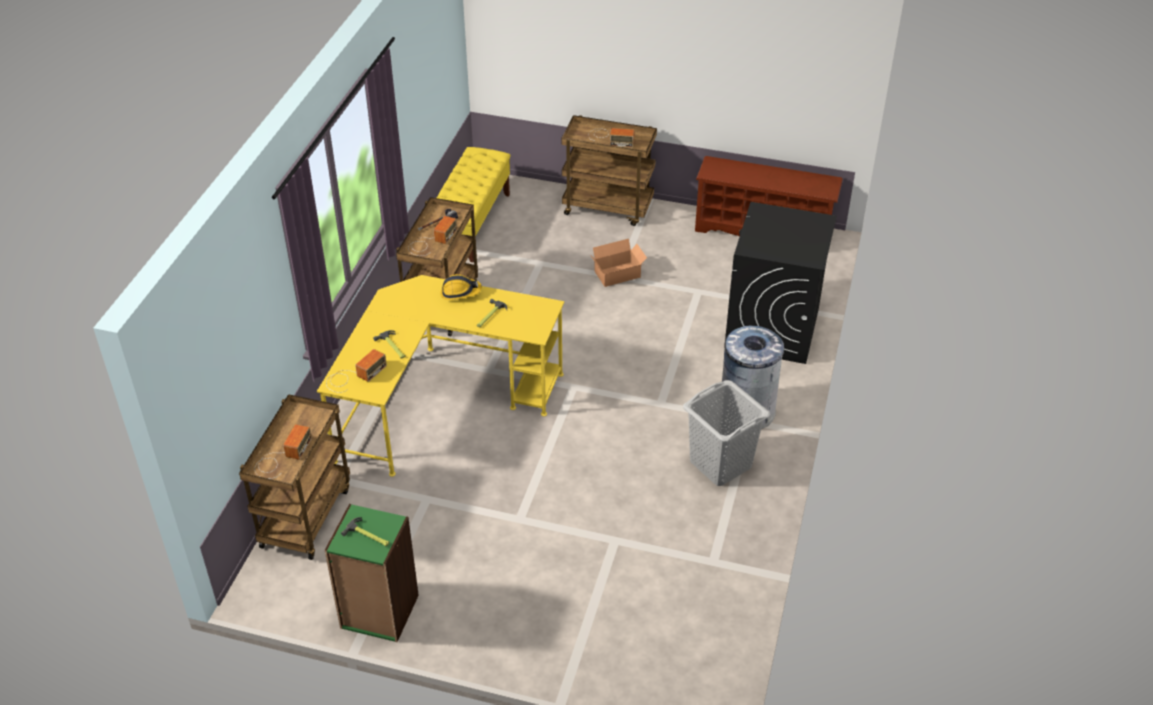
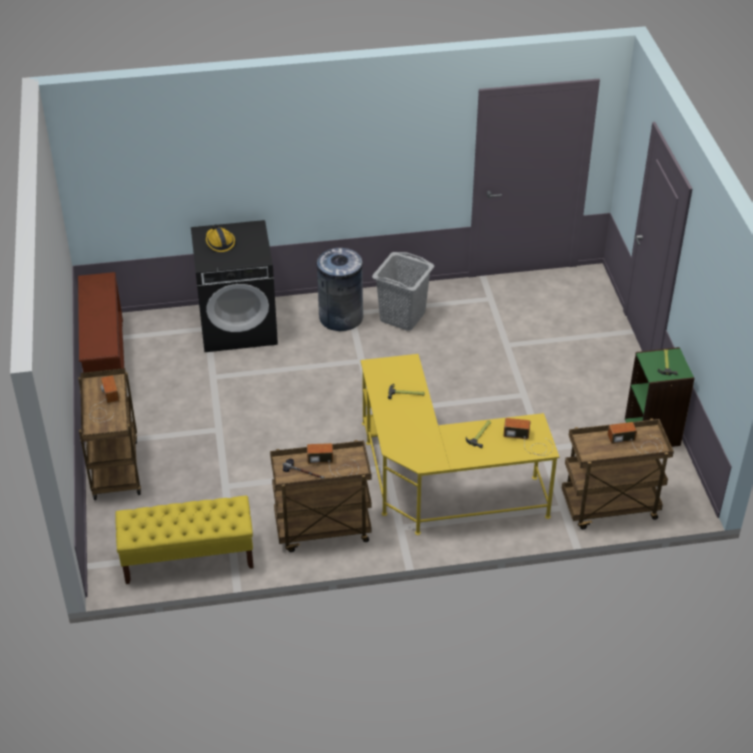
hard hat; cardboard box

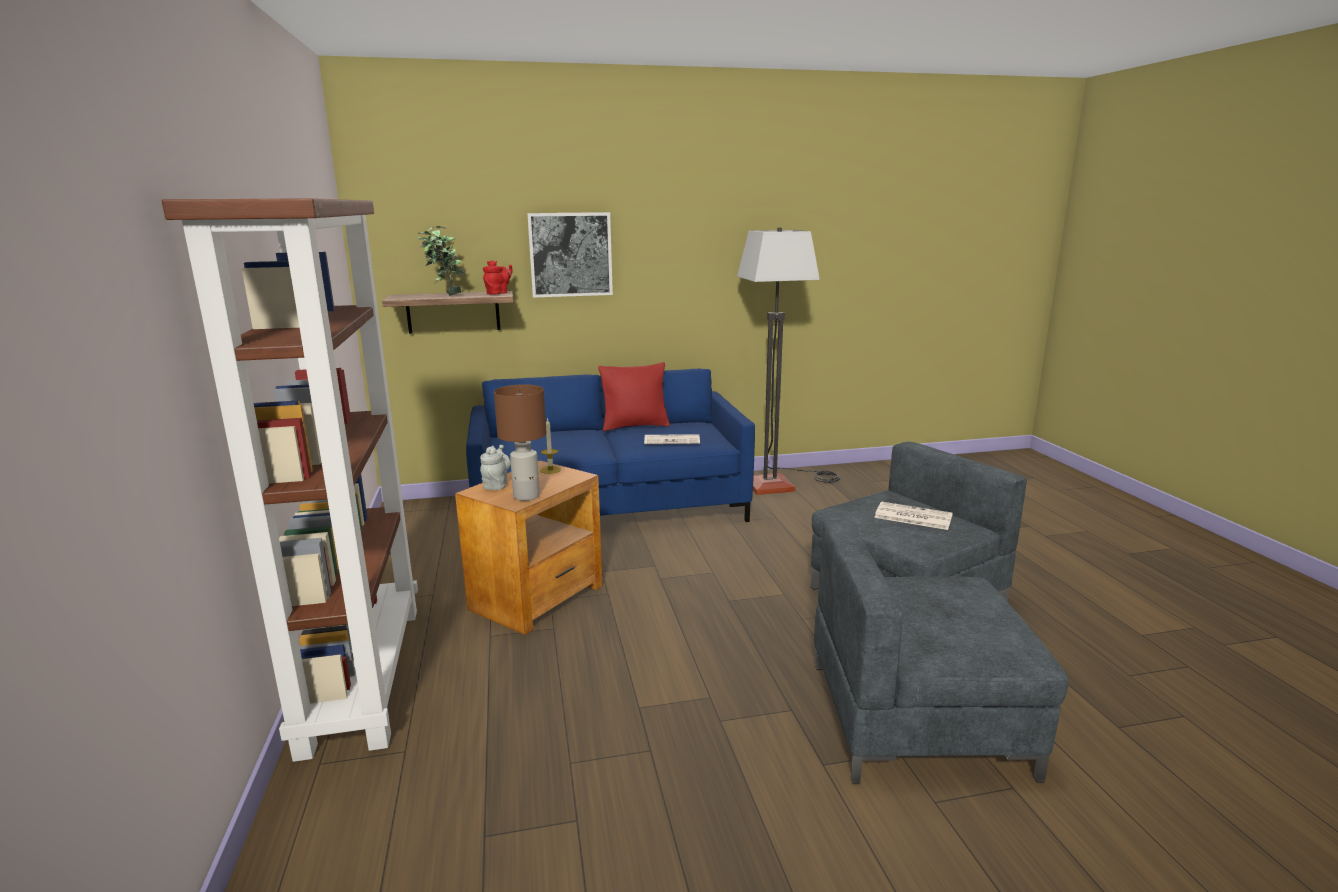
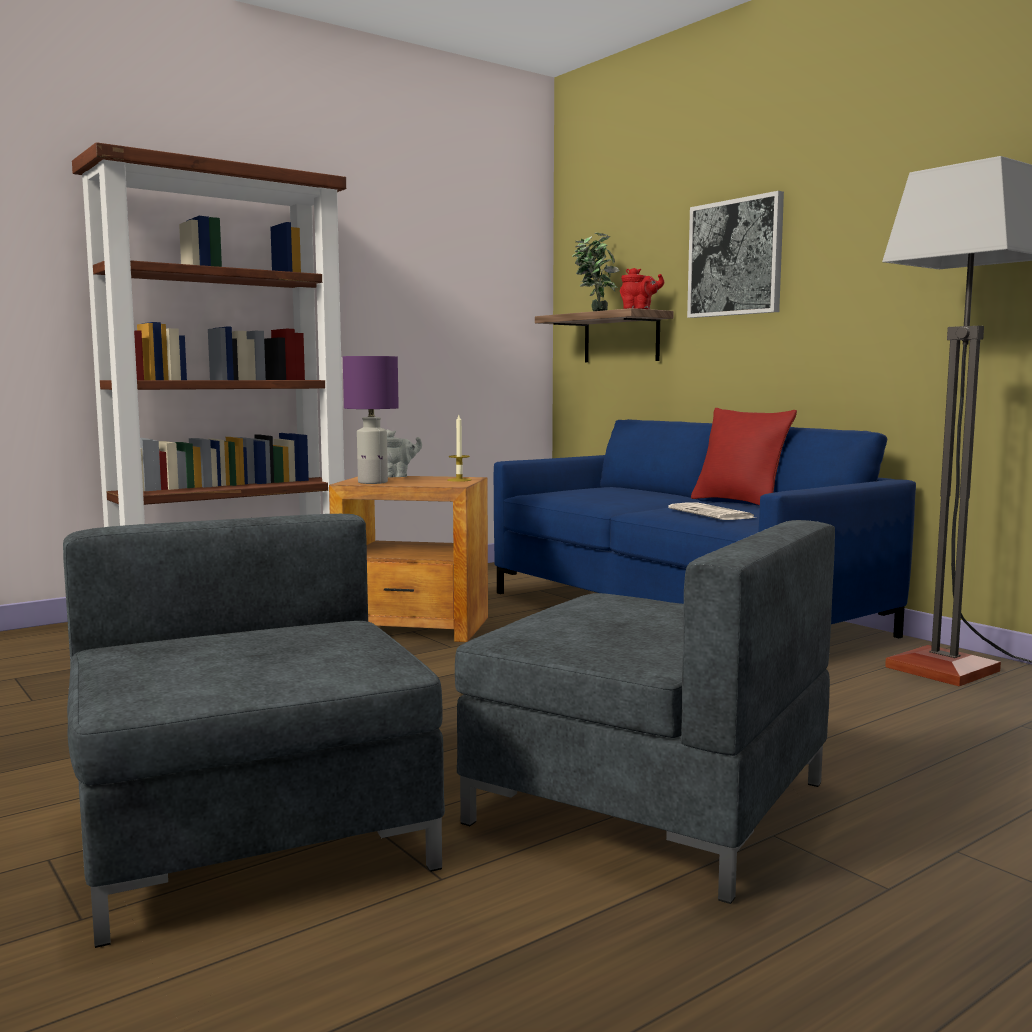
table lamp/purple; newspaper (2nd from left in the first image)

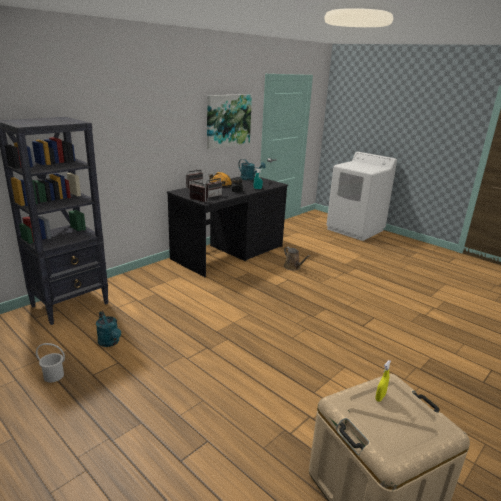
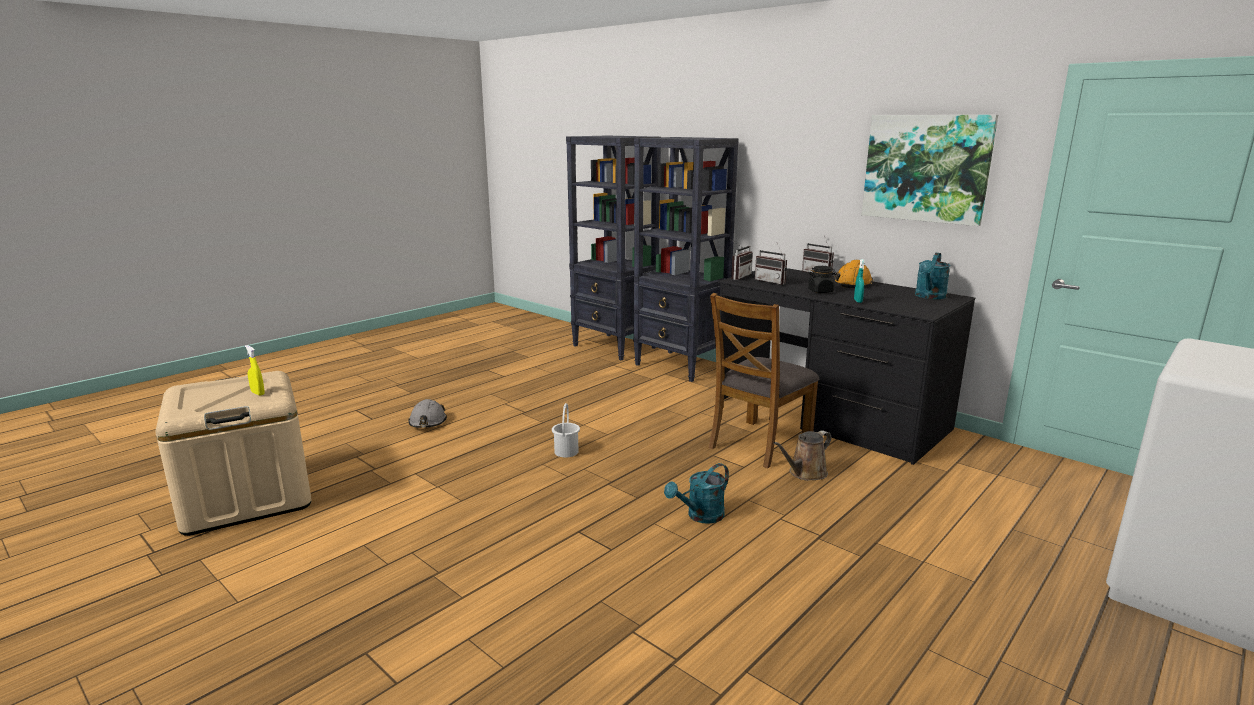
bucket/white; watering can/turquoise (1st from left); hard hat/grey; bookcase/black (2nd from left); chair/brown

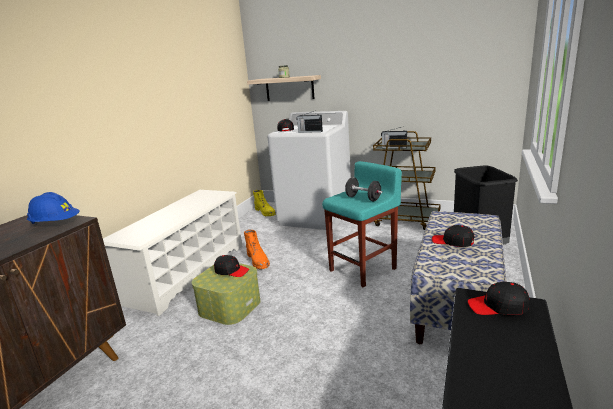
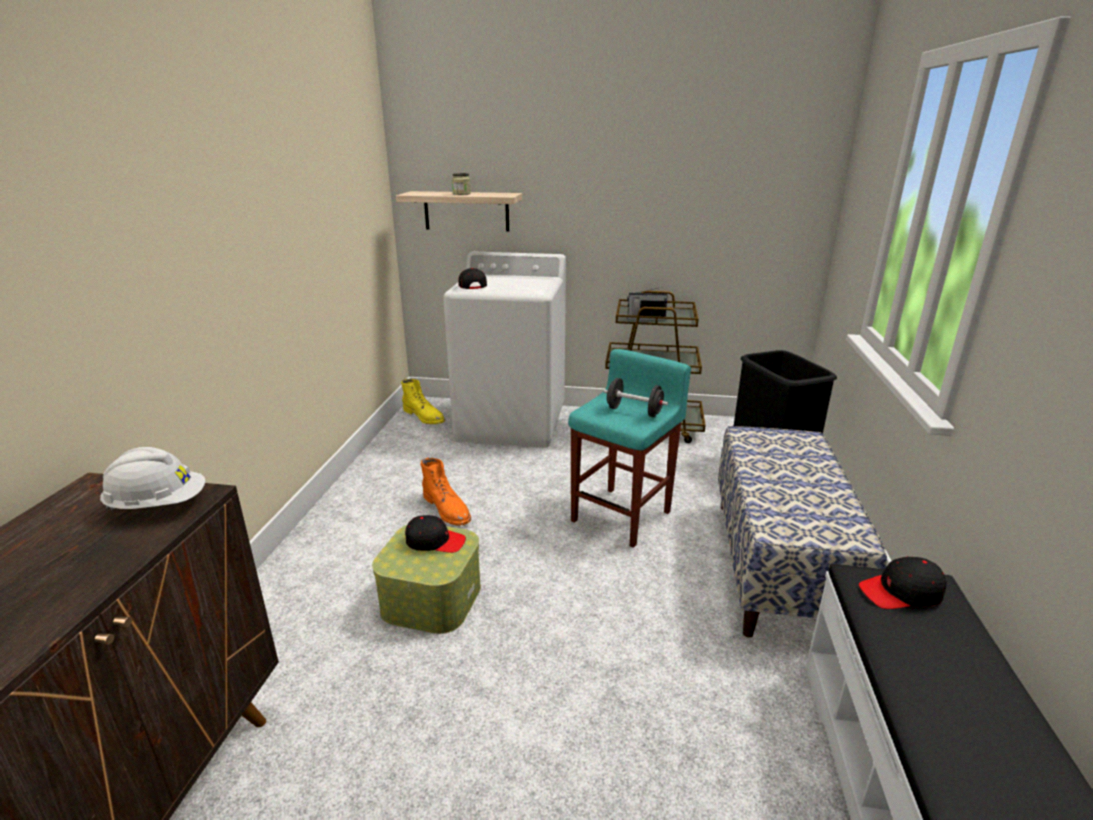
hard hat/white; shoe rack/white; radio (1st from left in the first image); cap/black (3rd from left in the first image)

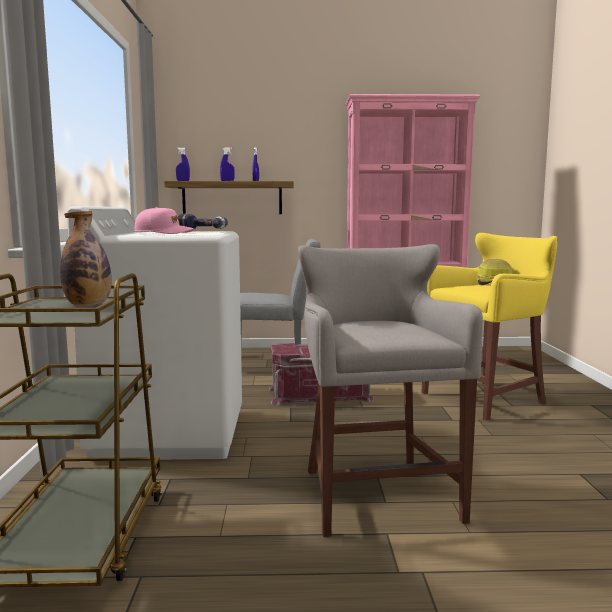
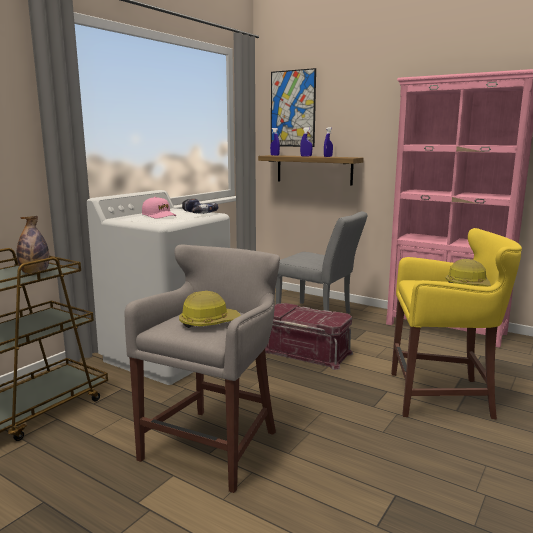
hard hat (1st from left); picture

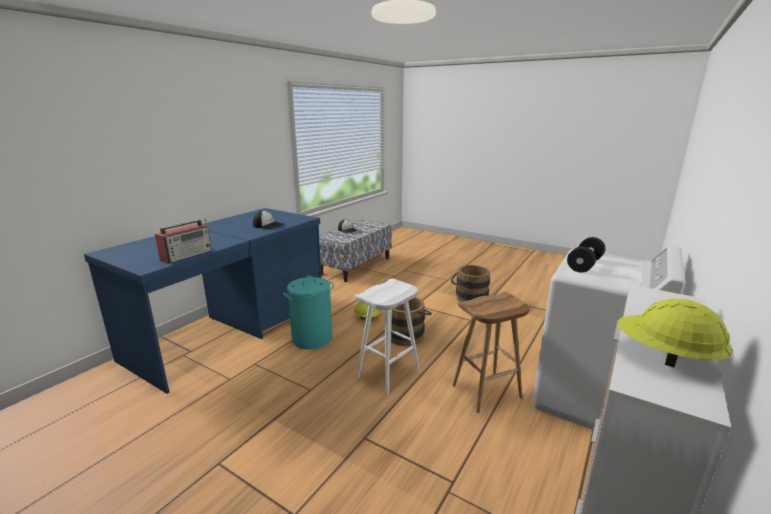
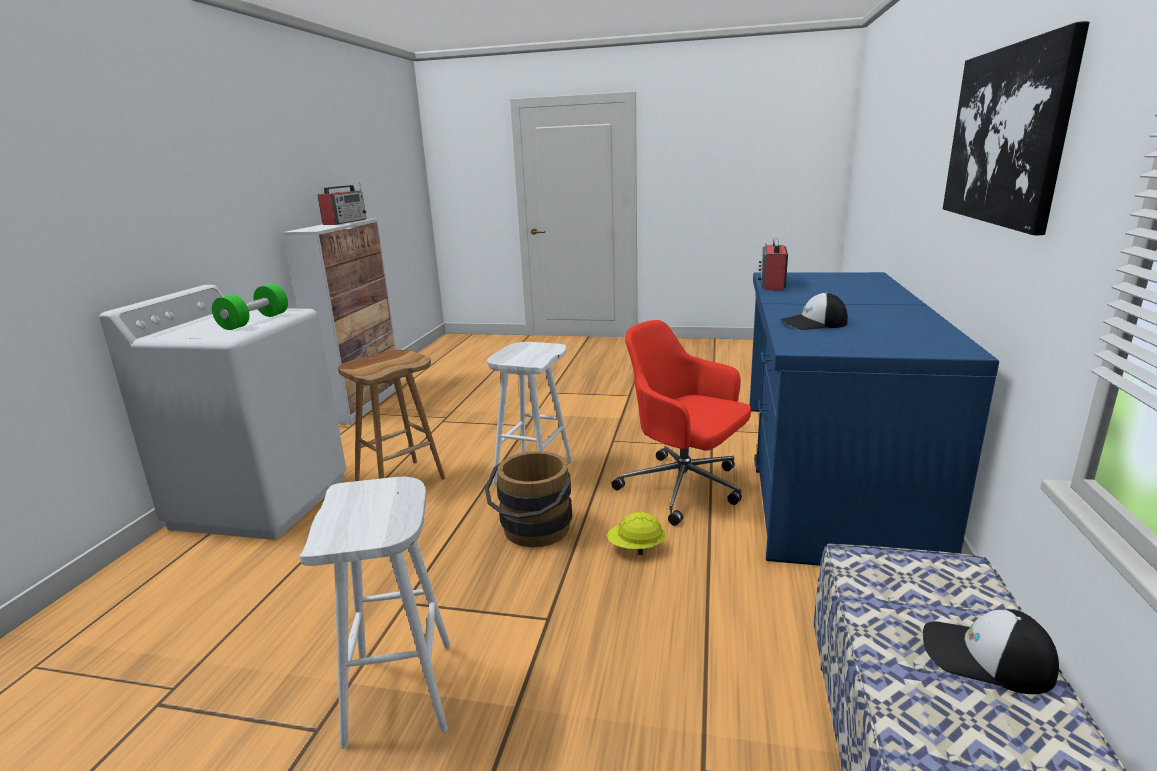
office chair/red; stool/white (1st from left); dumbbell/green; radio (1st from left); picture

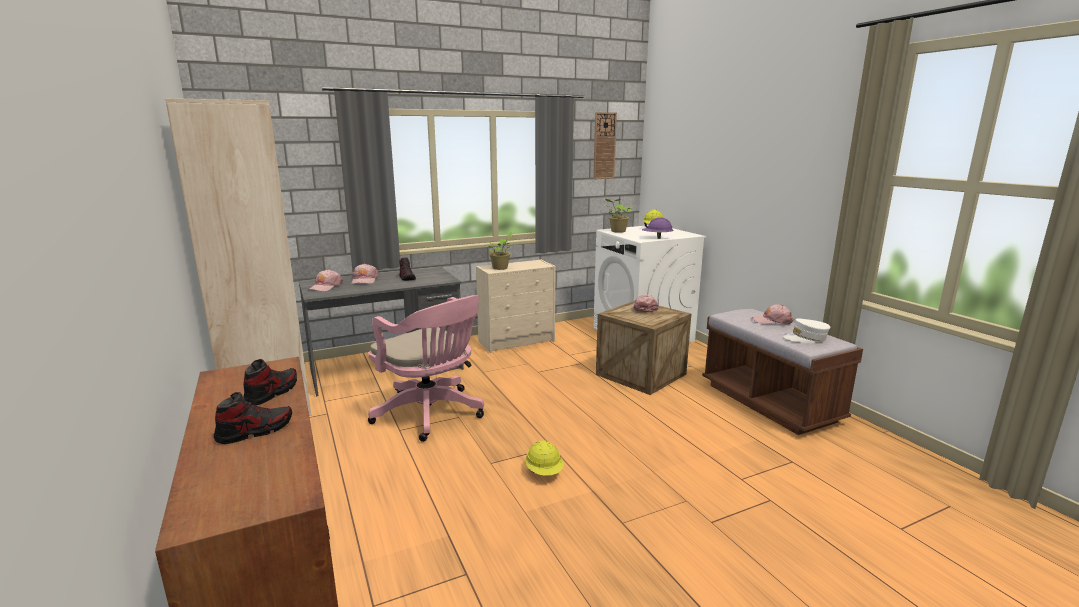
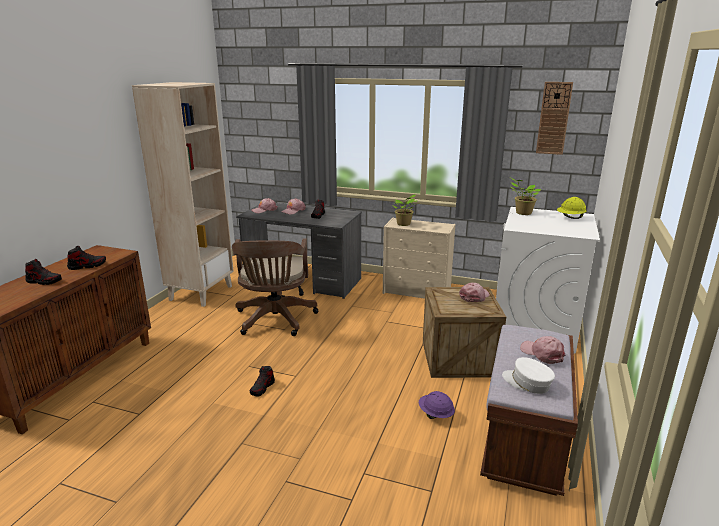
office chair/brown; shoe (3rd from left); hard hat/purple

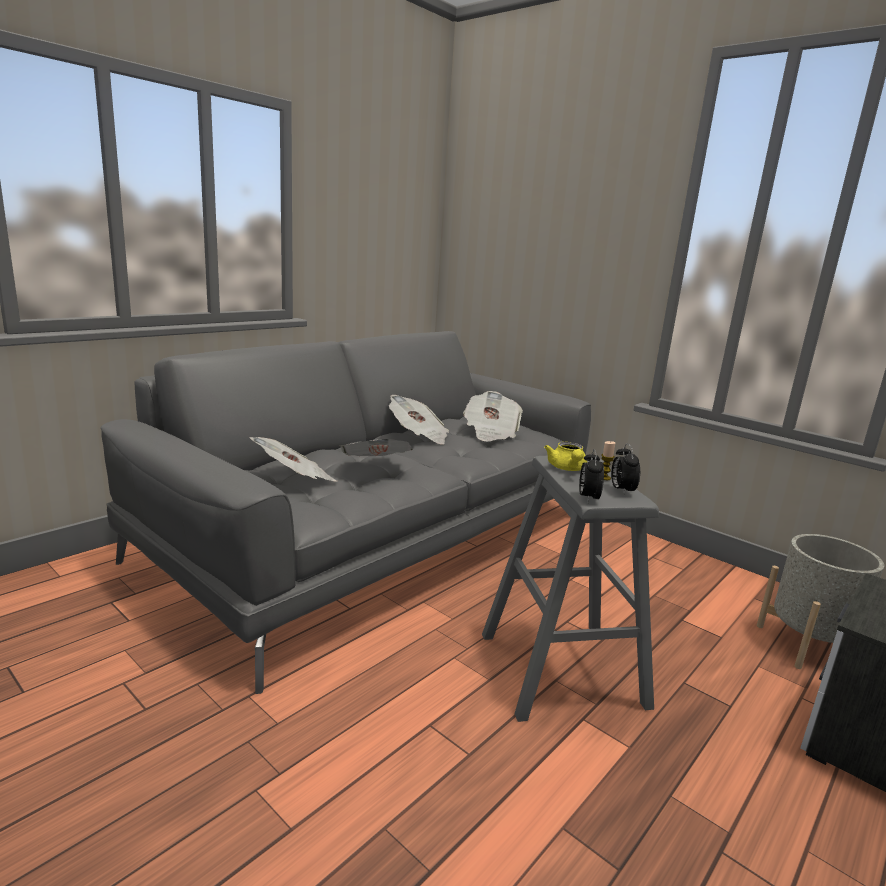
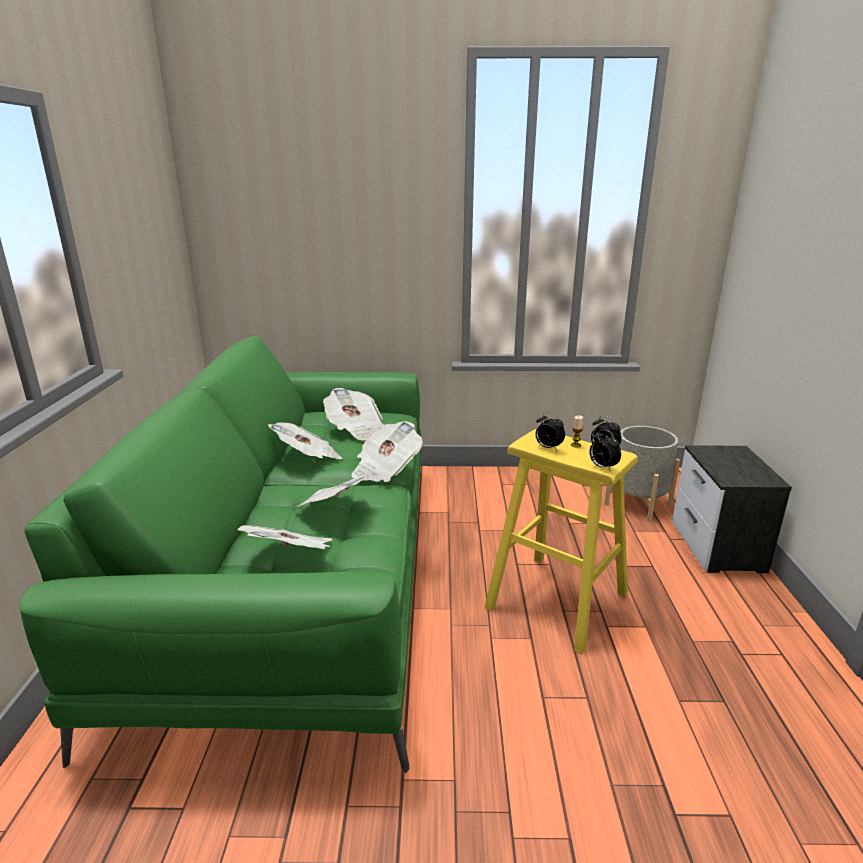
sofa/green; stool/yellow; alarm clock (1st from left); newspaper (5th from left)

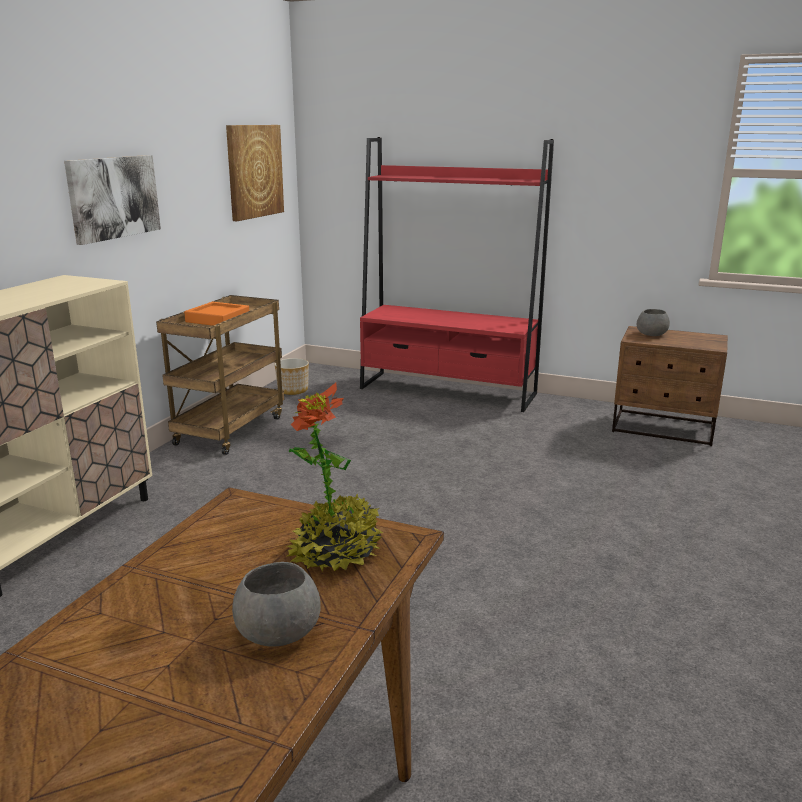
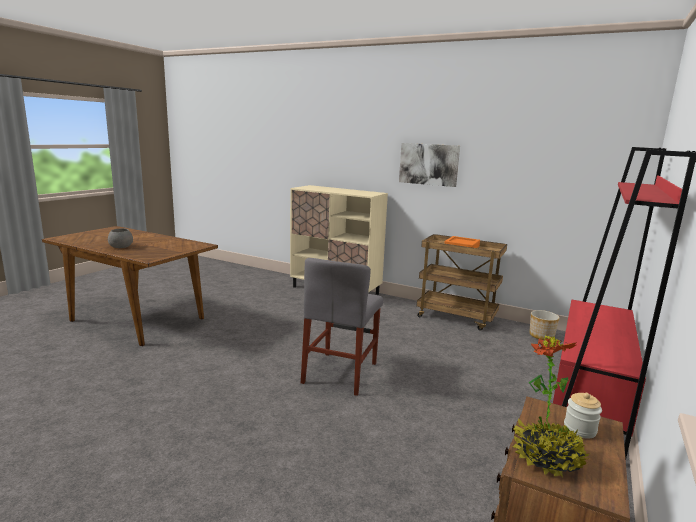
picture (2nd from left in the first image); potted plant; jar; chair/grey

